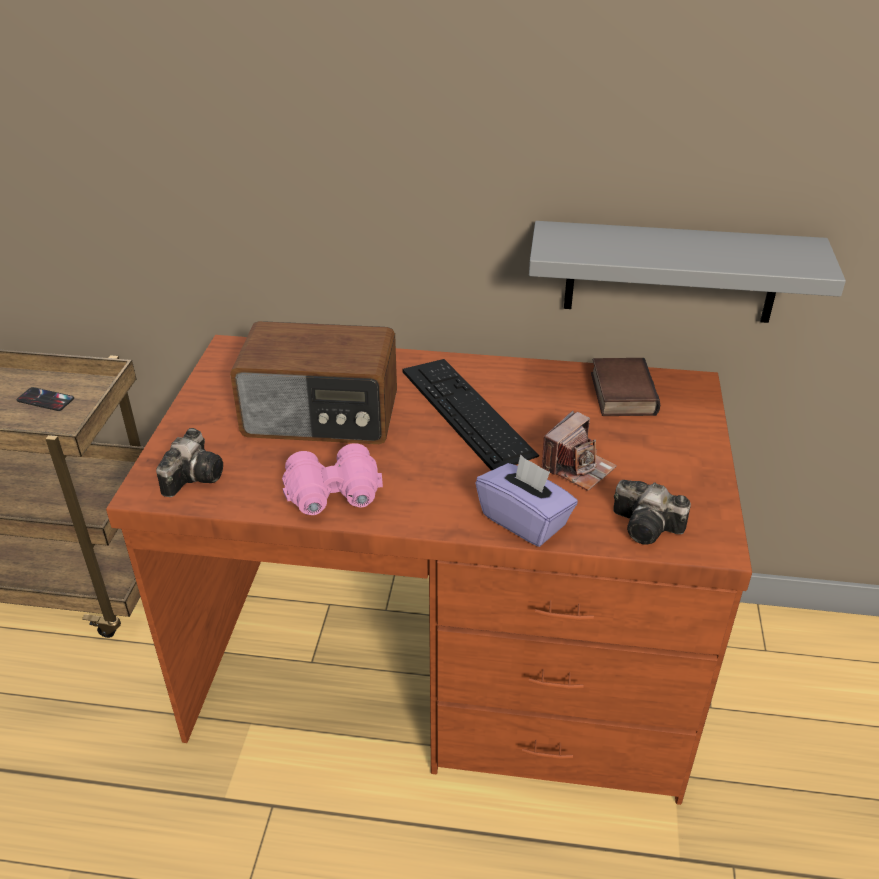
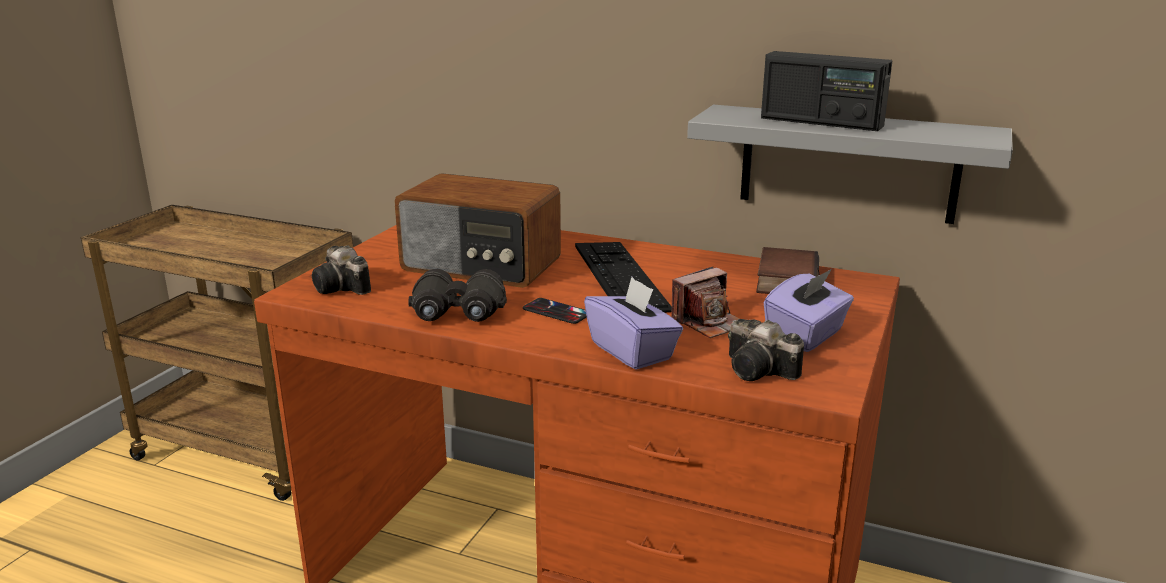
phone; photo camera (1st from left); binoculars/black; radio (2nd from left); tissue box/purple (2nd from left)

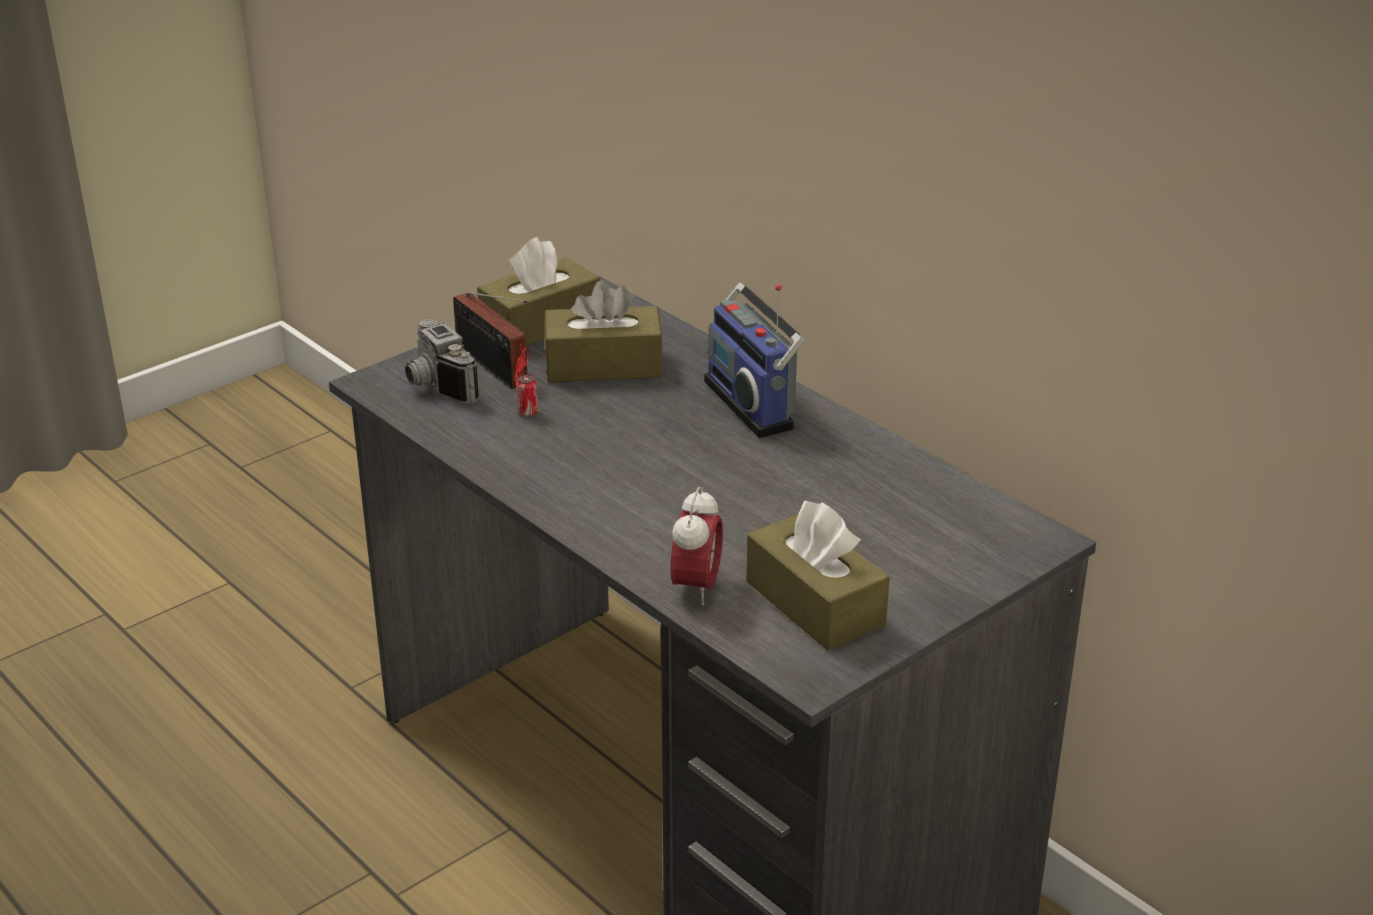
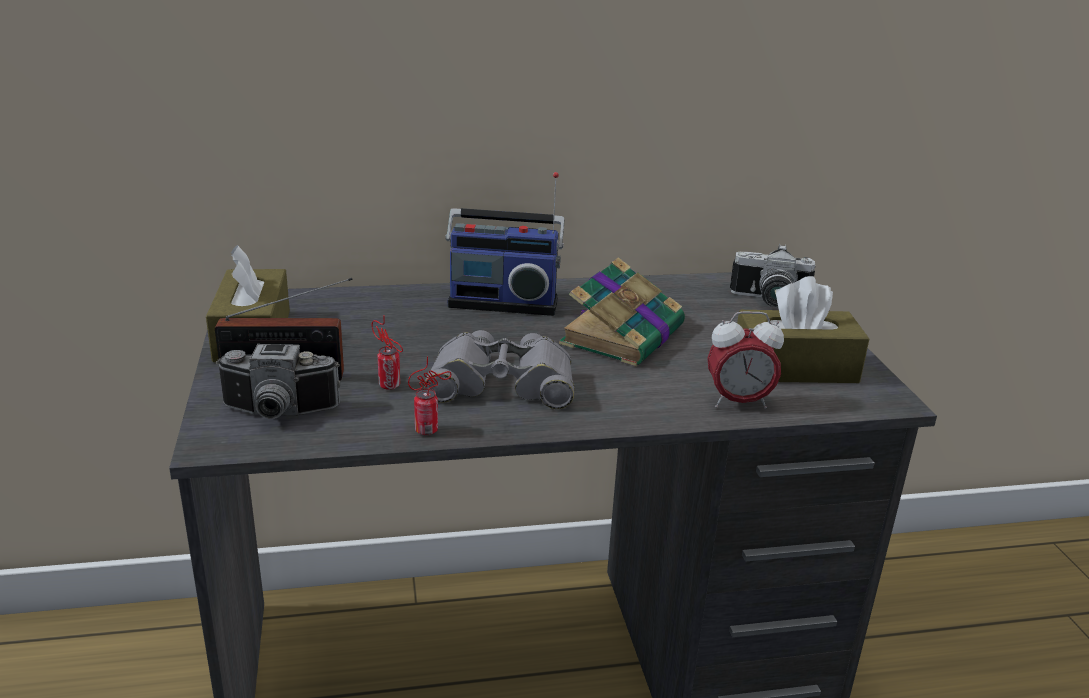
tissue box/brown (2nd from left in the first image); alarm clock; can (2nd from left); binoculars/grey; book; photo camera (2nd from left)

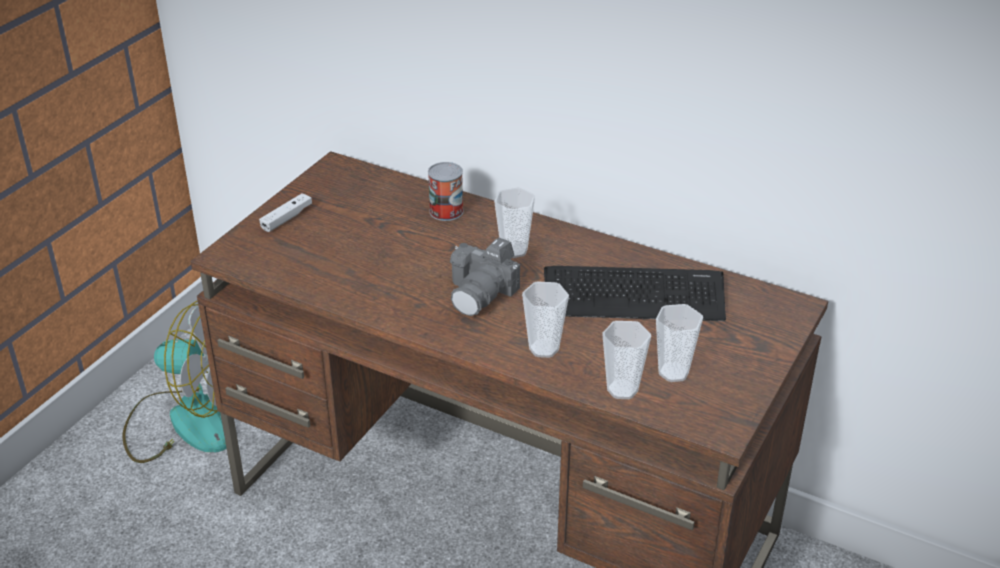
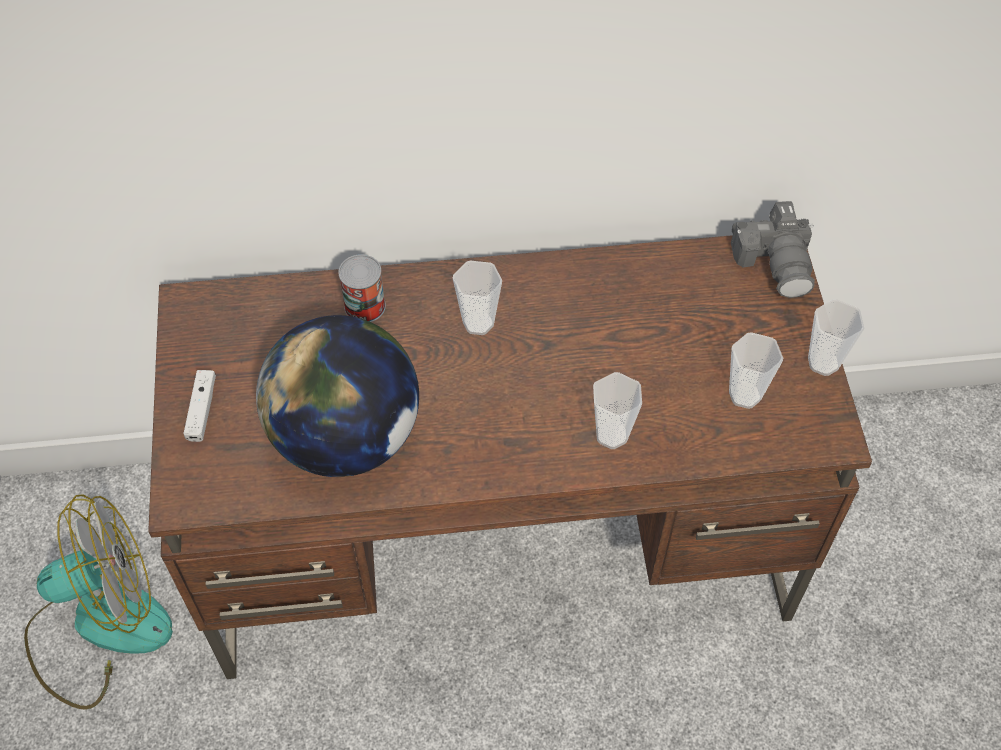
photo camera; keyboard; cup (4th from left); globe

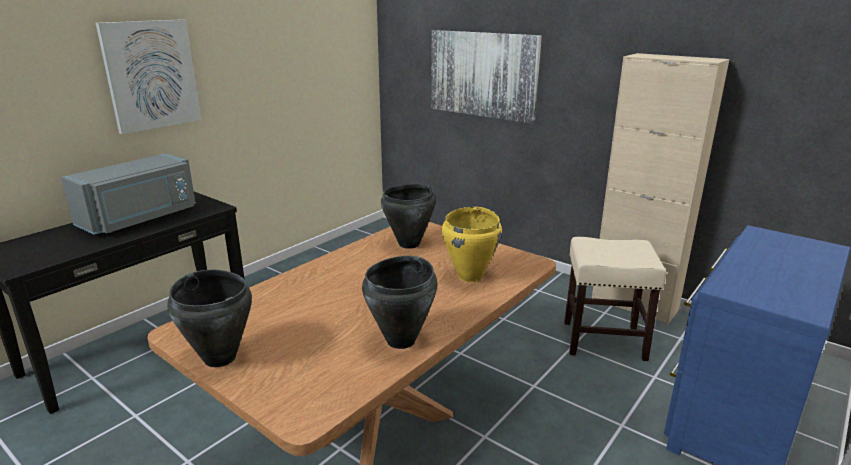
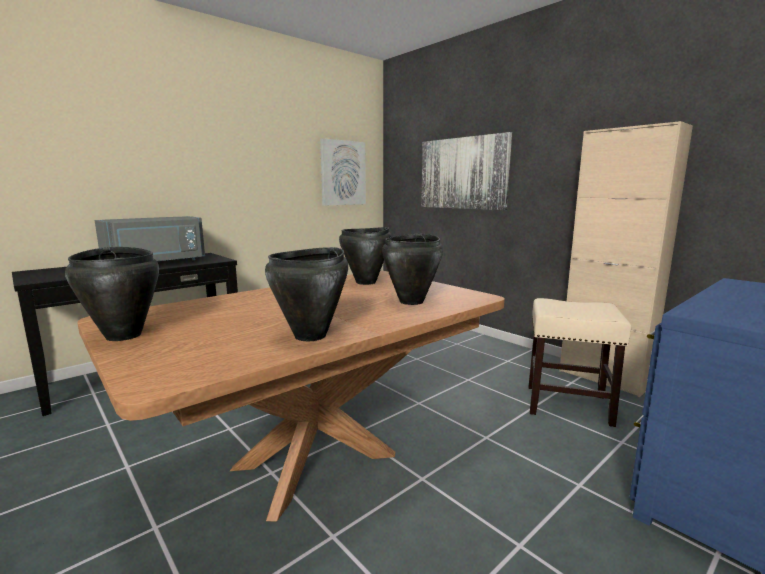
picture (1st from left); cooking pot/black (4th from left)

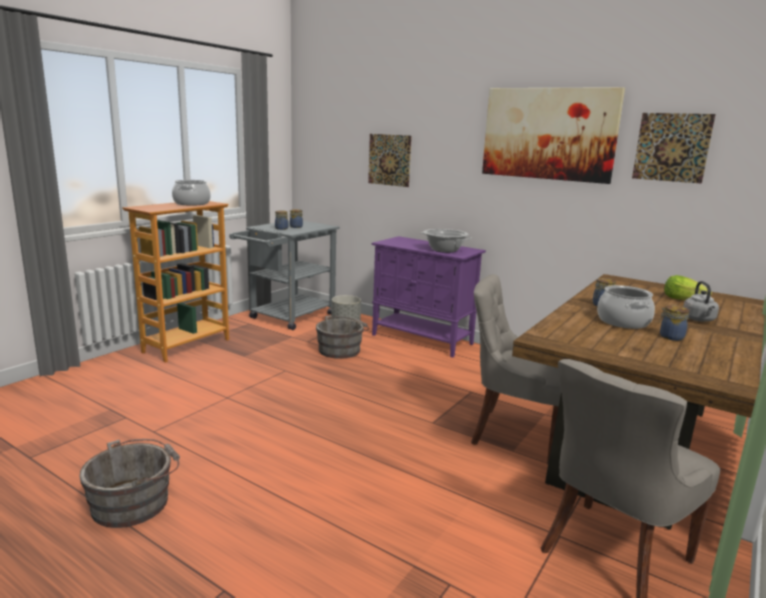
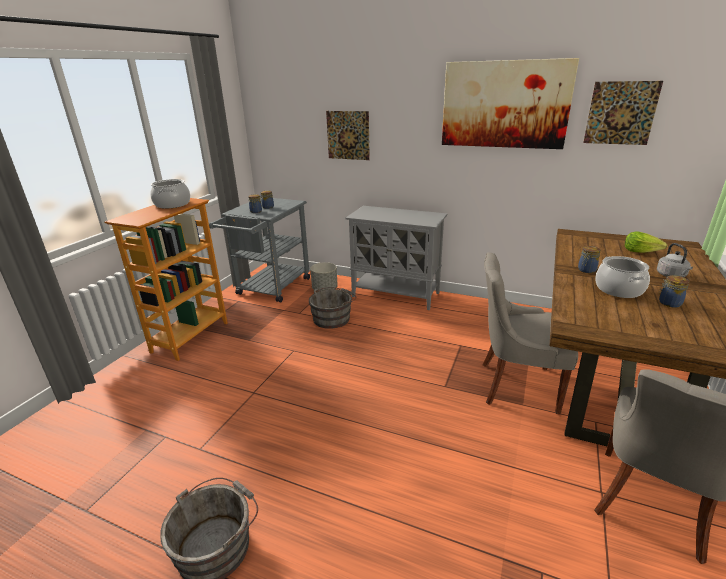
cabinet/grey; cooking pot (2nd from left in the first image)

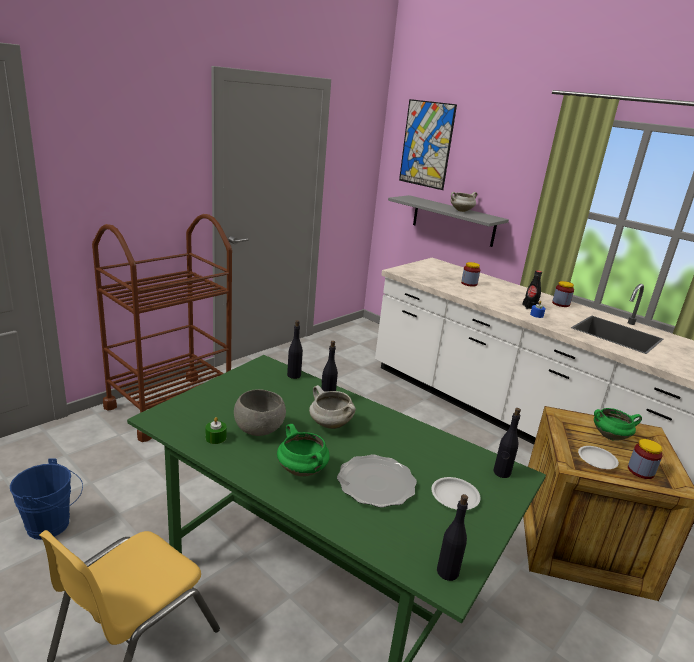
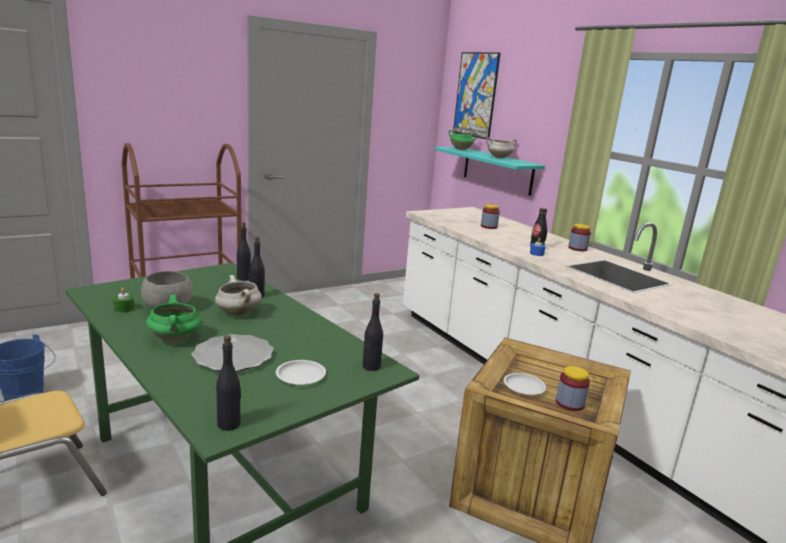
shelf/turquoise; cooking pot/green (2nd from left)

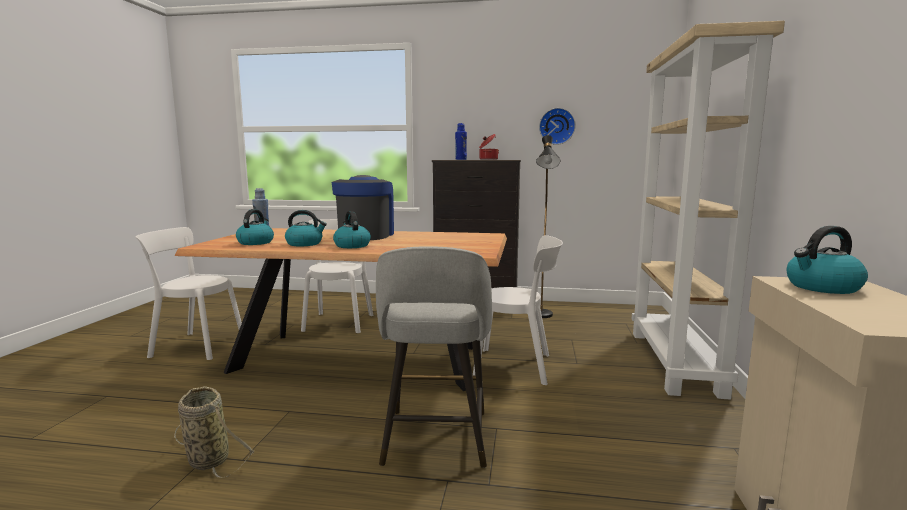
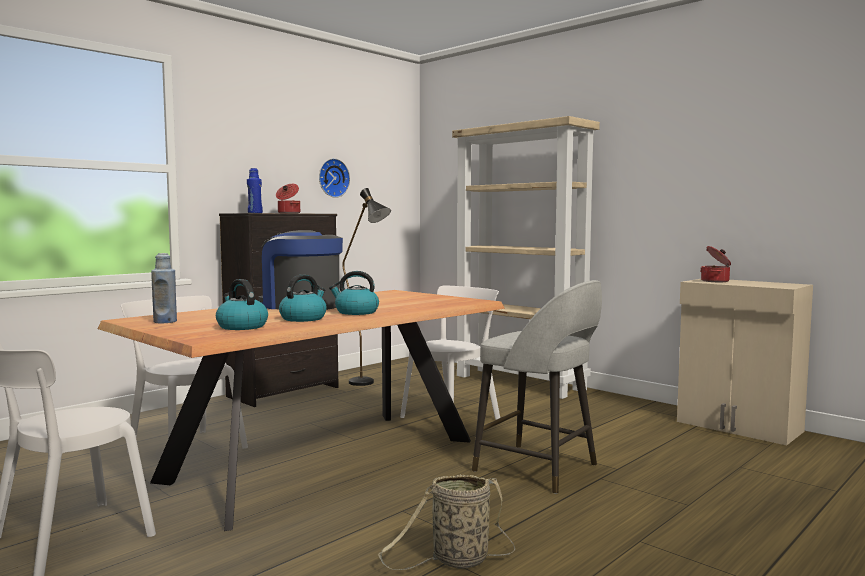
cooking pot (2nd from left)

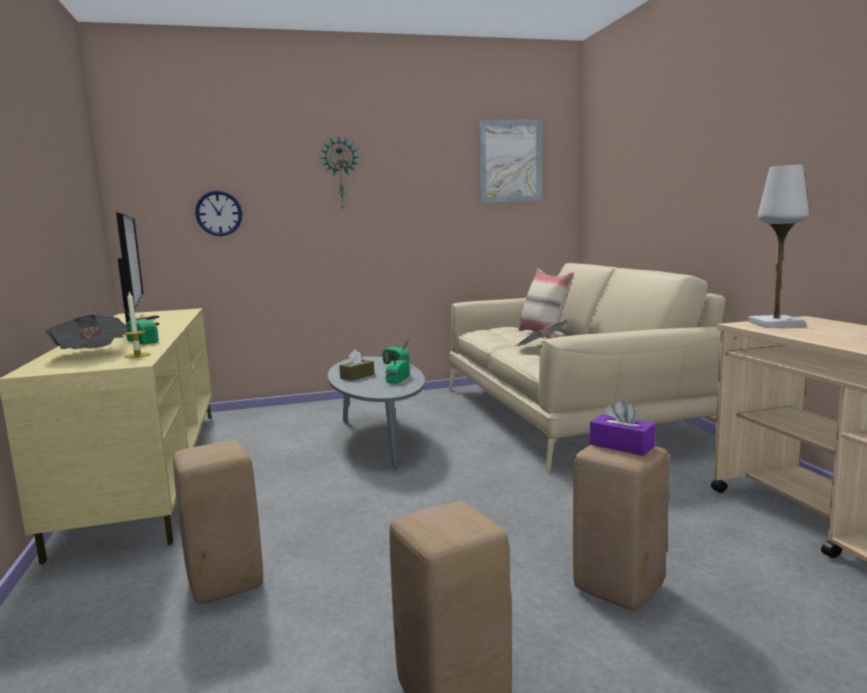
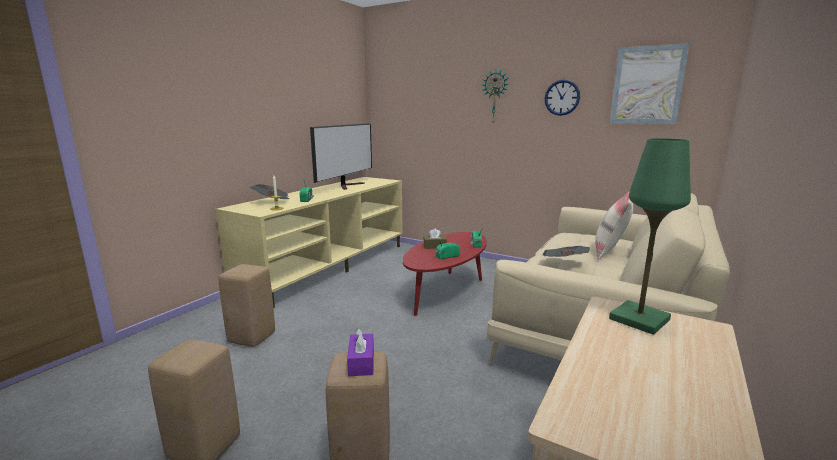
wall clock (2nd from left); coffee table/red; table lamp/green

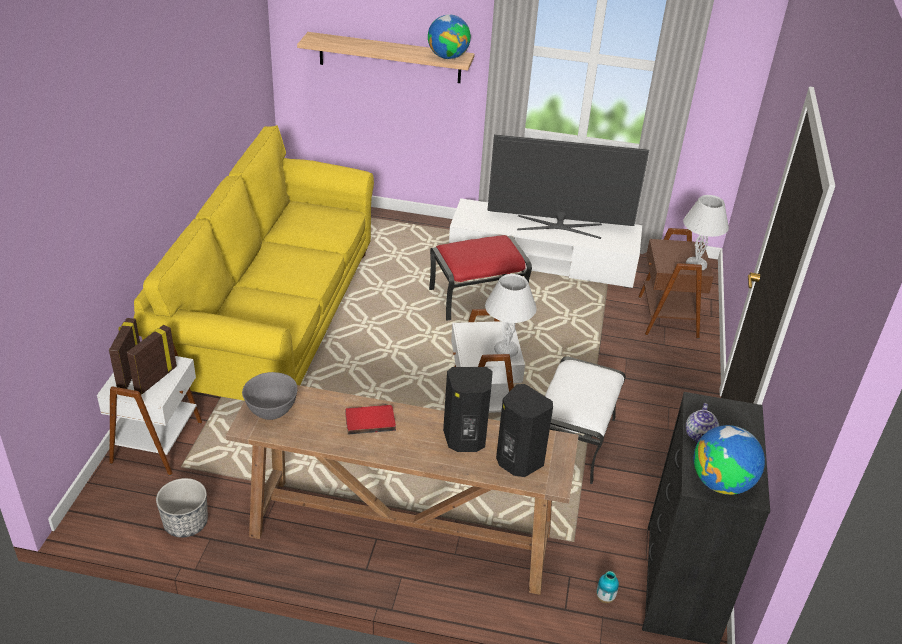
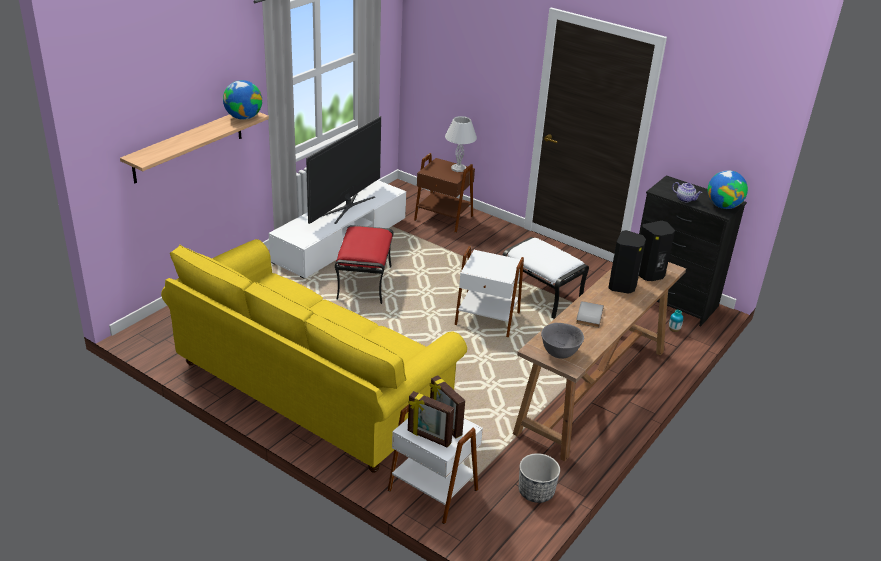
book/grey; table lamp/white (1st from left in the first image)

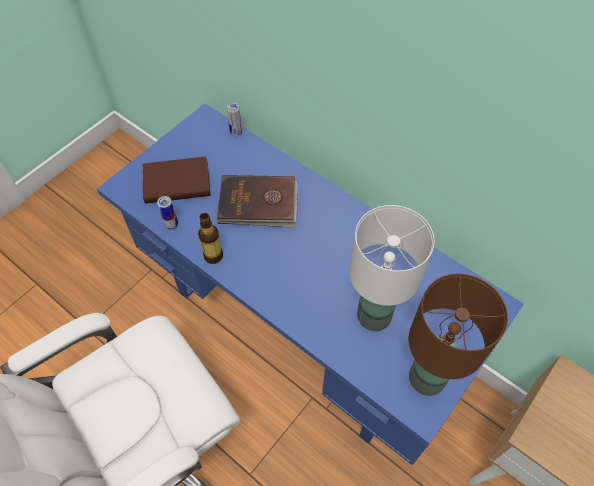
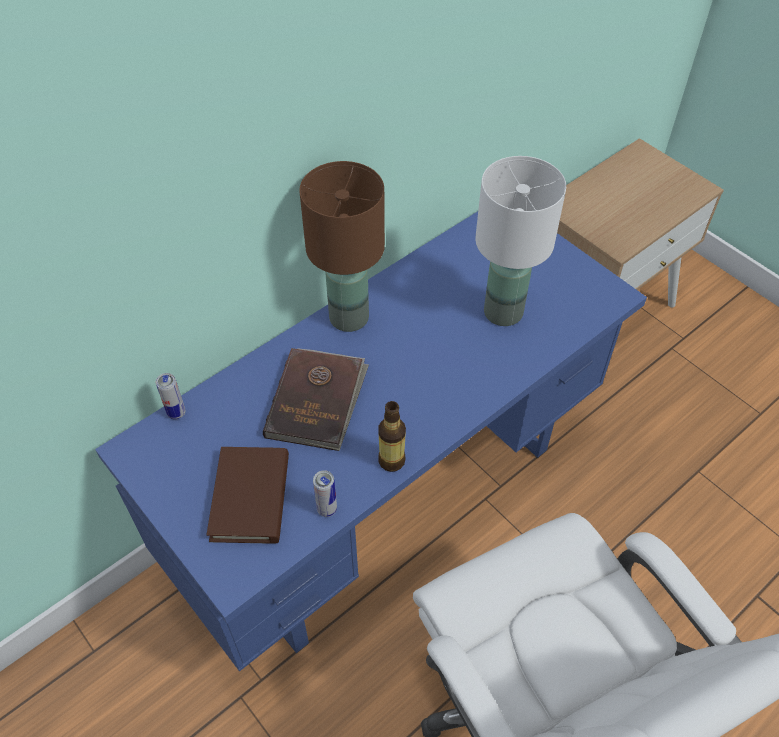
table lamp/brown

